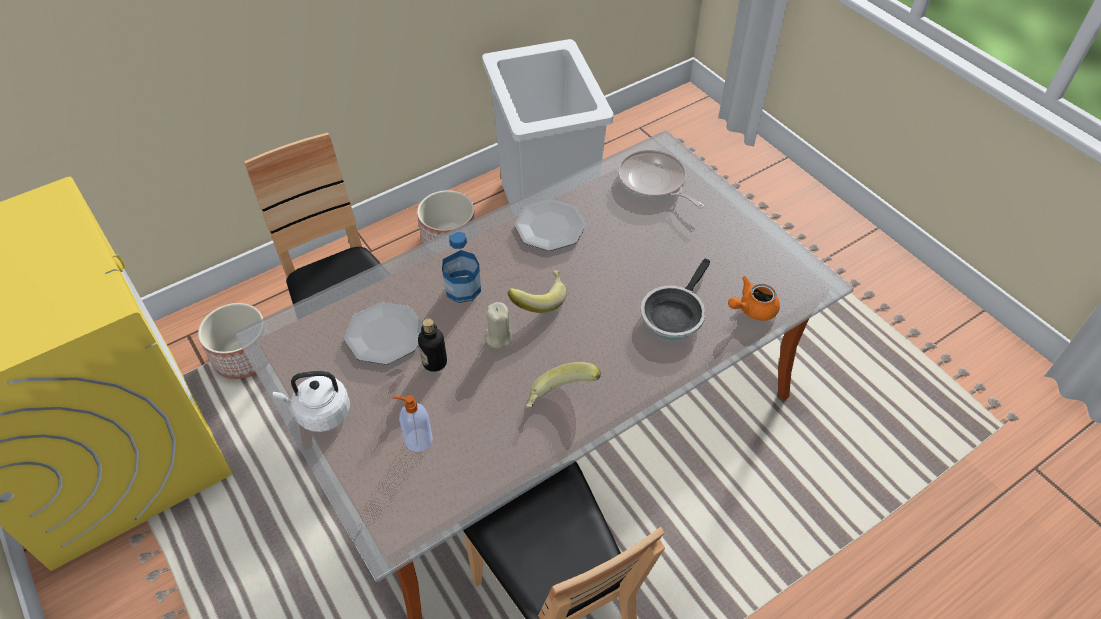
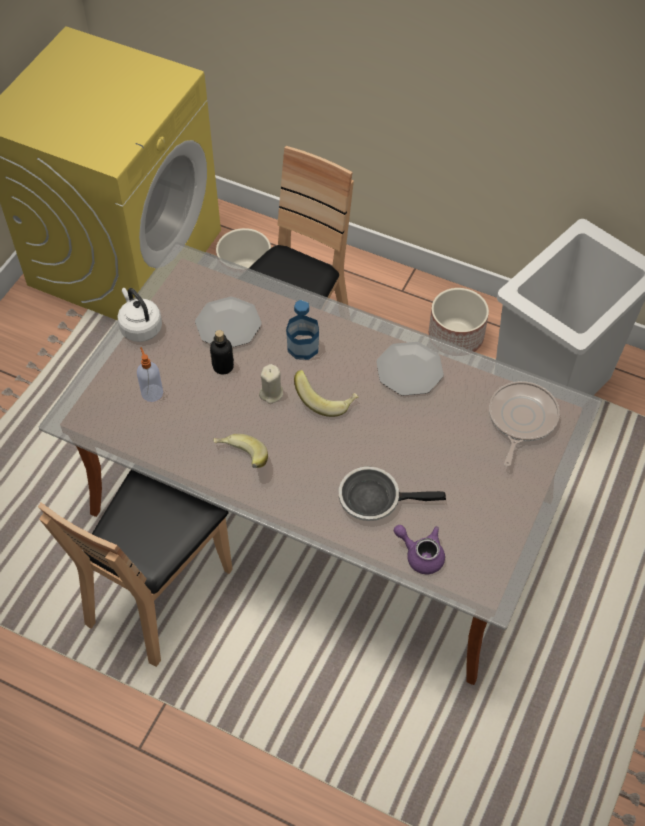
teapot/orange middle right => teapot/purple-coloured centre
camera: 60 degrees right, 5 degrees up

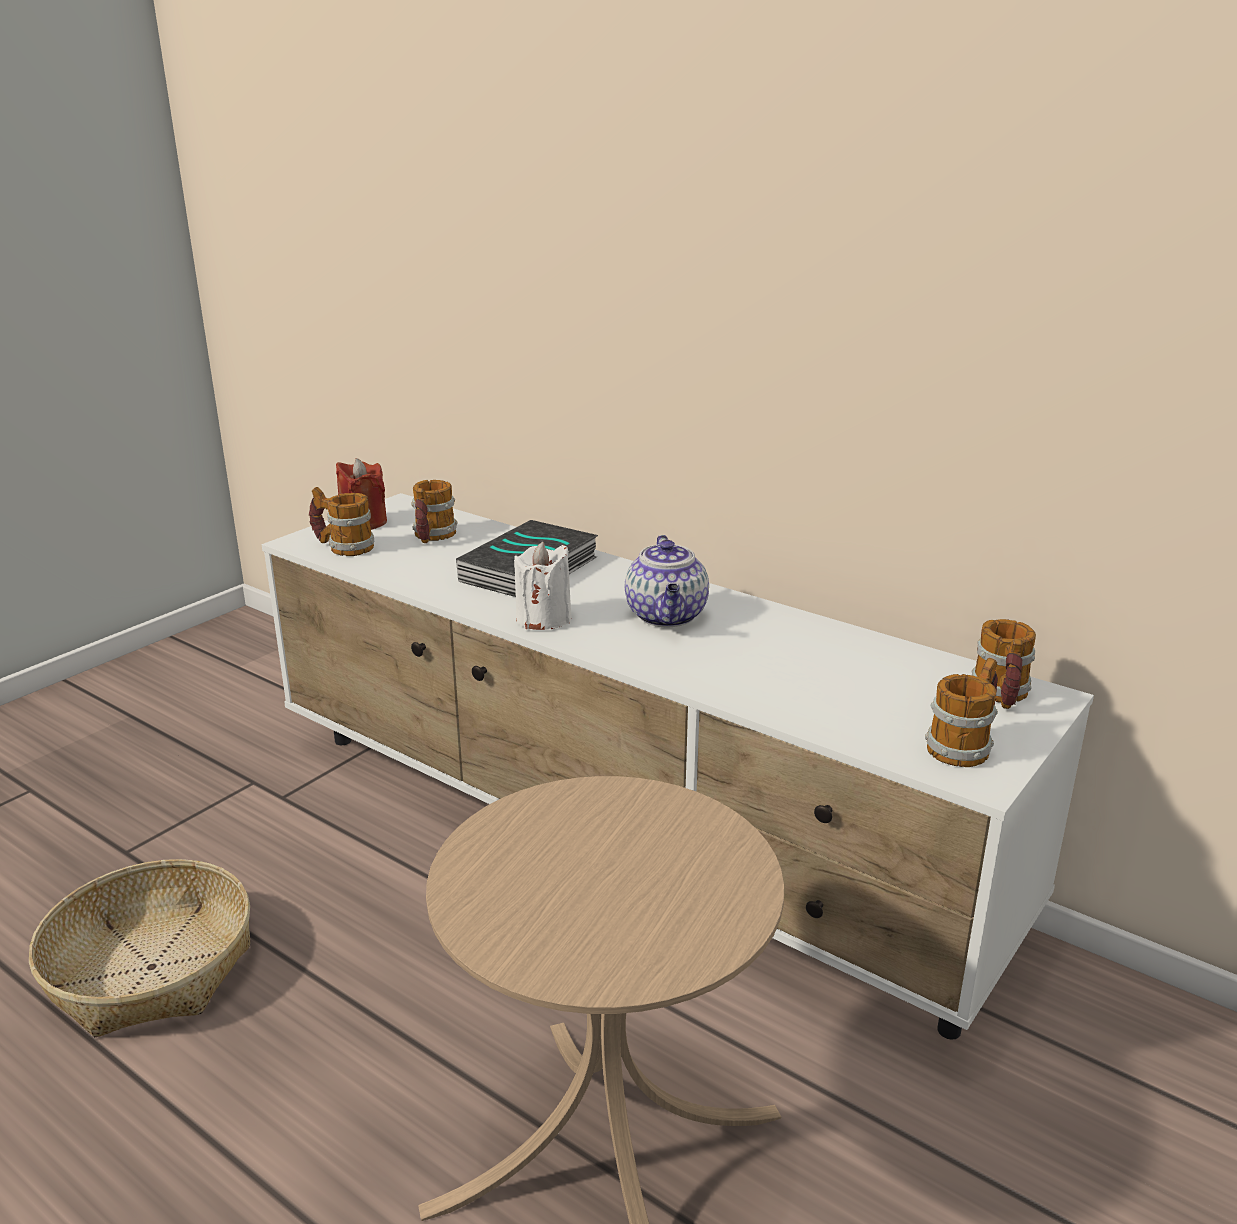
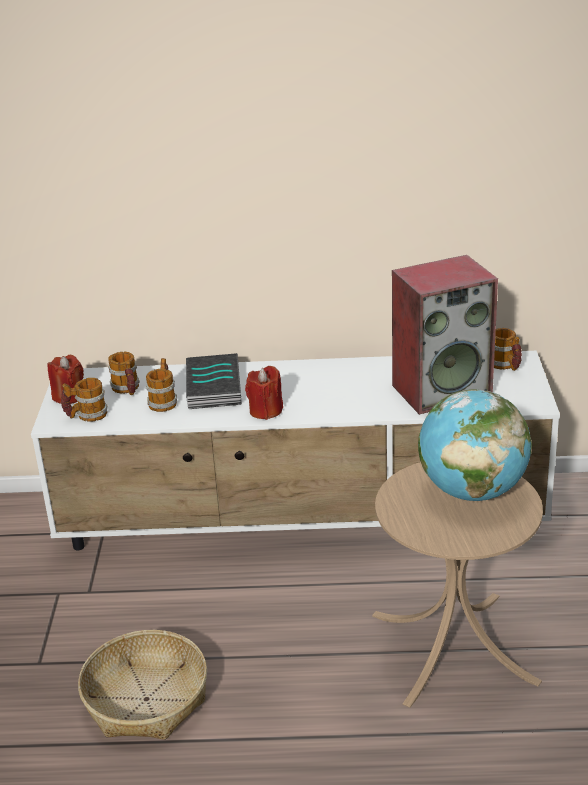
teapot centre => nothing
candle/white centre => candle/red (2nd from left) centre
coffee mug (3rd from left) middle right => coffee mug (3rd from left) middle left, move
nothing => speaker middle right
nothing => globe middle right
camera: 35 degrees left, 5 degrees up

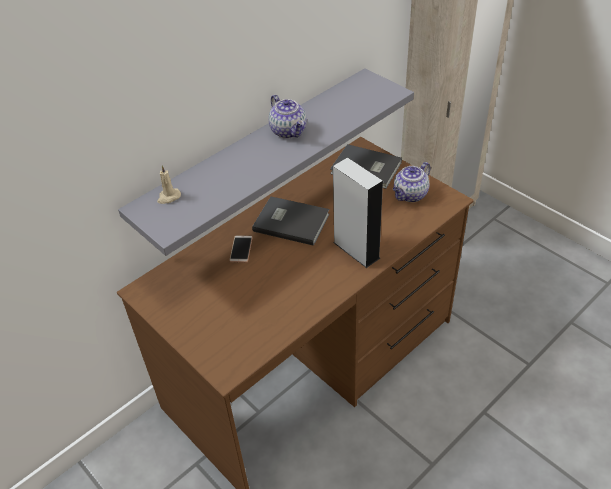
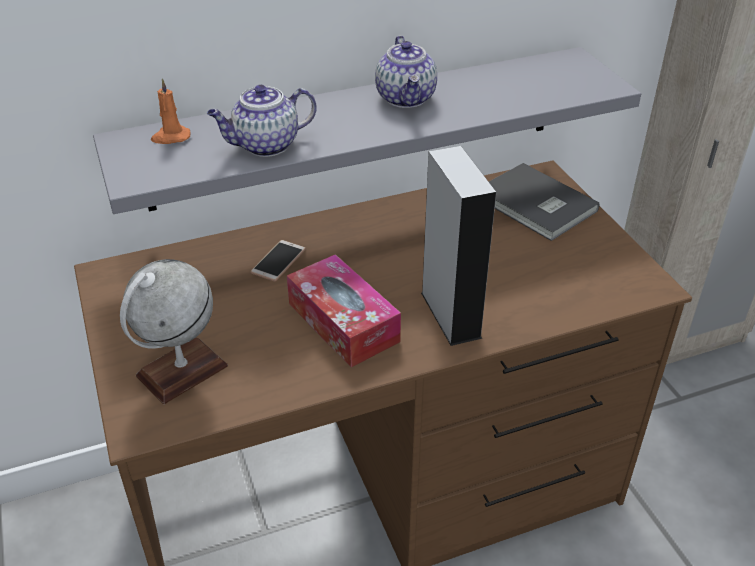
teapot (2nd from left in the first image) middle right => teapot (1st from left) top centre, move
candle/beige middle left => candle/orange top left
volume/gray (1st from left) centre => nothing
nothing => box of tissues centre
nothing => globe middle left
camera: 20 degrees right, 5 degrees down

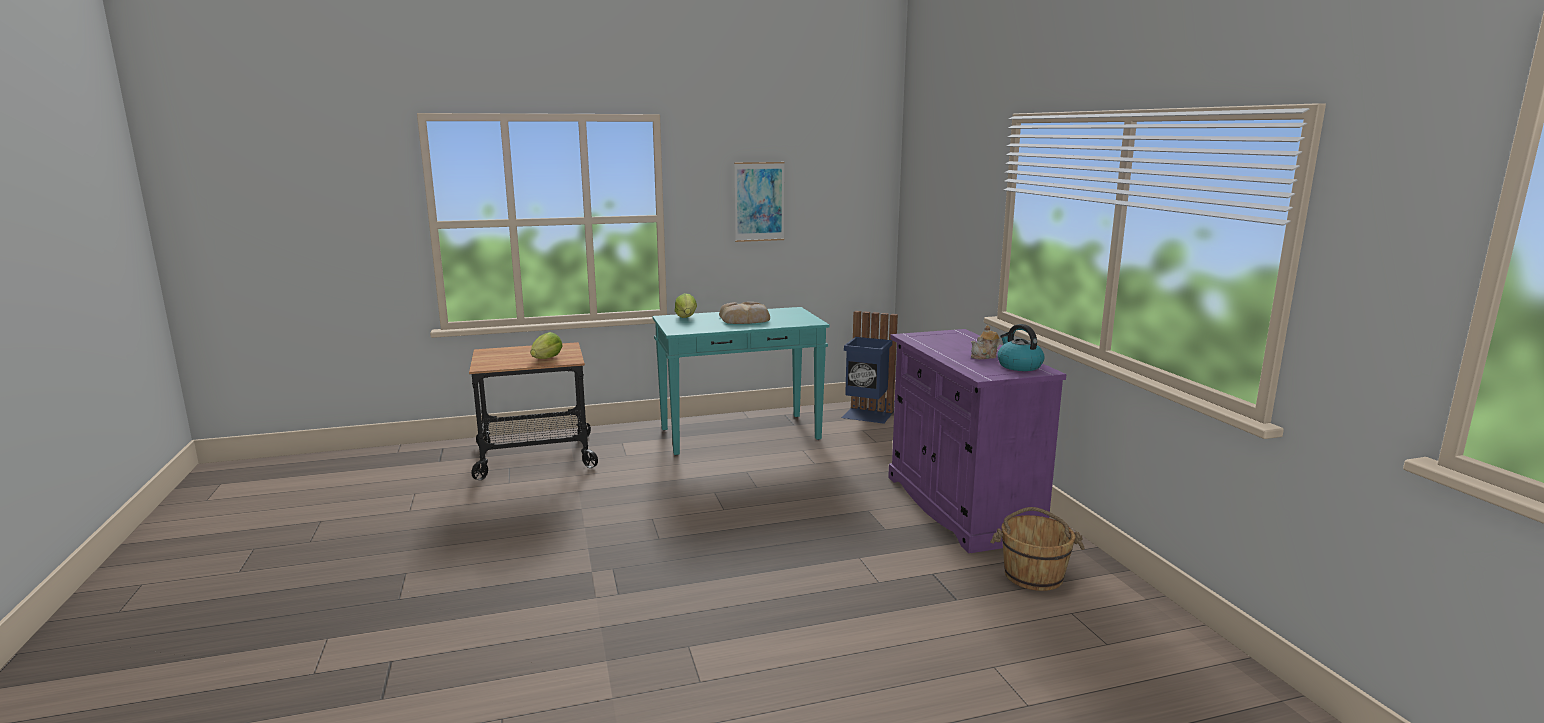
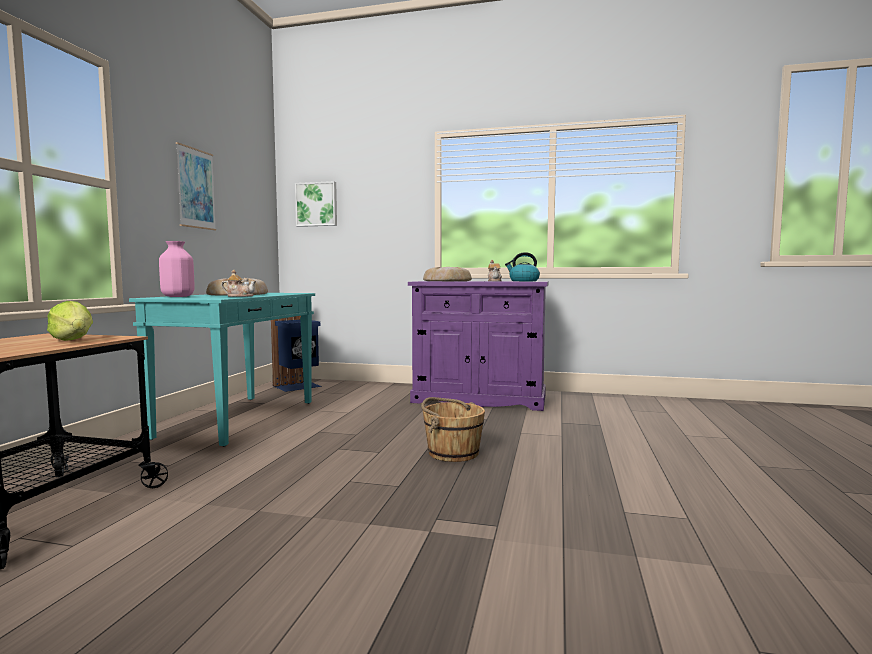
lettuce head (2nd from left) centre => vase/pink middle left
pail/brownish bottom right => pail/brownish centre, move
nothing => picture (2nd from left) top centre
nothing => bakery bread (2nd from left) centre
nothing => teapot (1st from left) middle left
camera: 60 degrees left, 10 degrees down

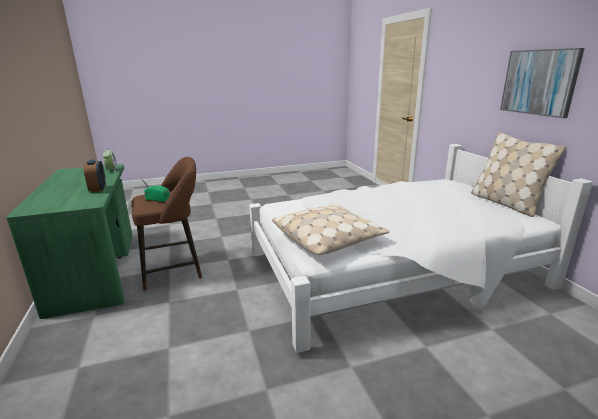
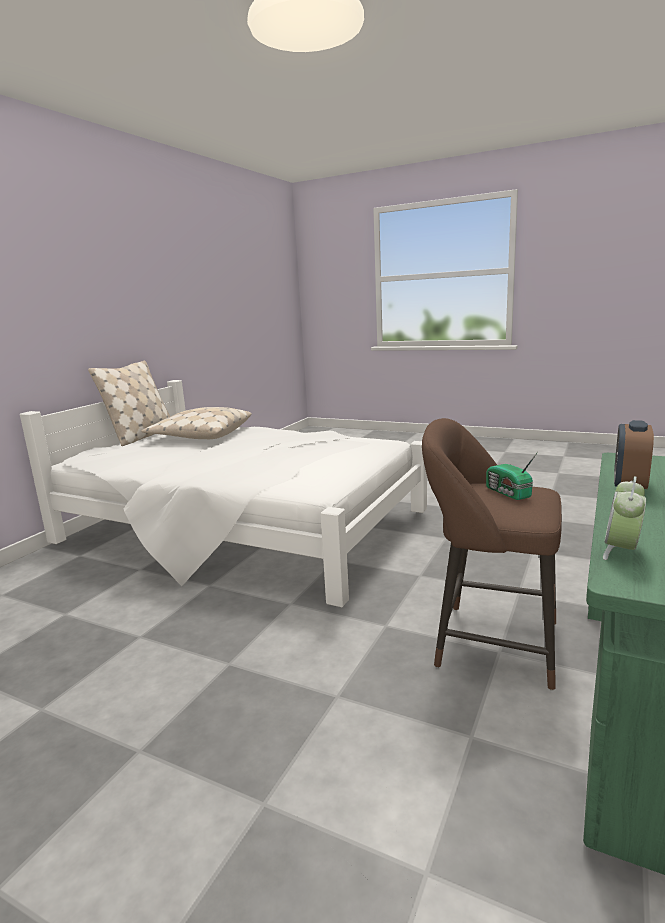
picture top right => nothing
throw pillow/beige (1st from left in the first image) centre => throw pillow/beige (2nd from left) middle left, move
camera: 135 degrees left, 5 degrees down

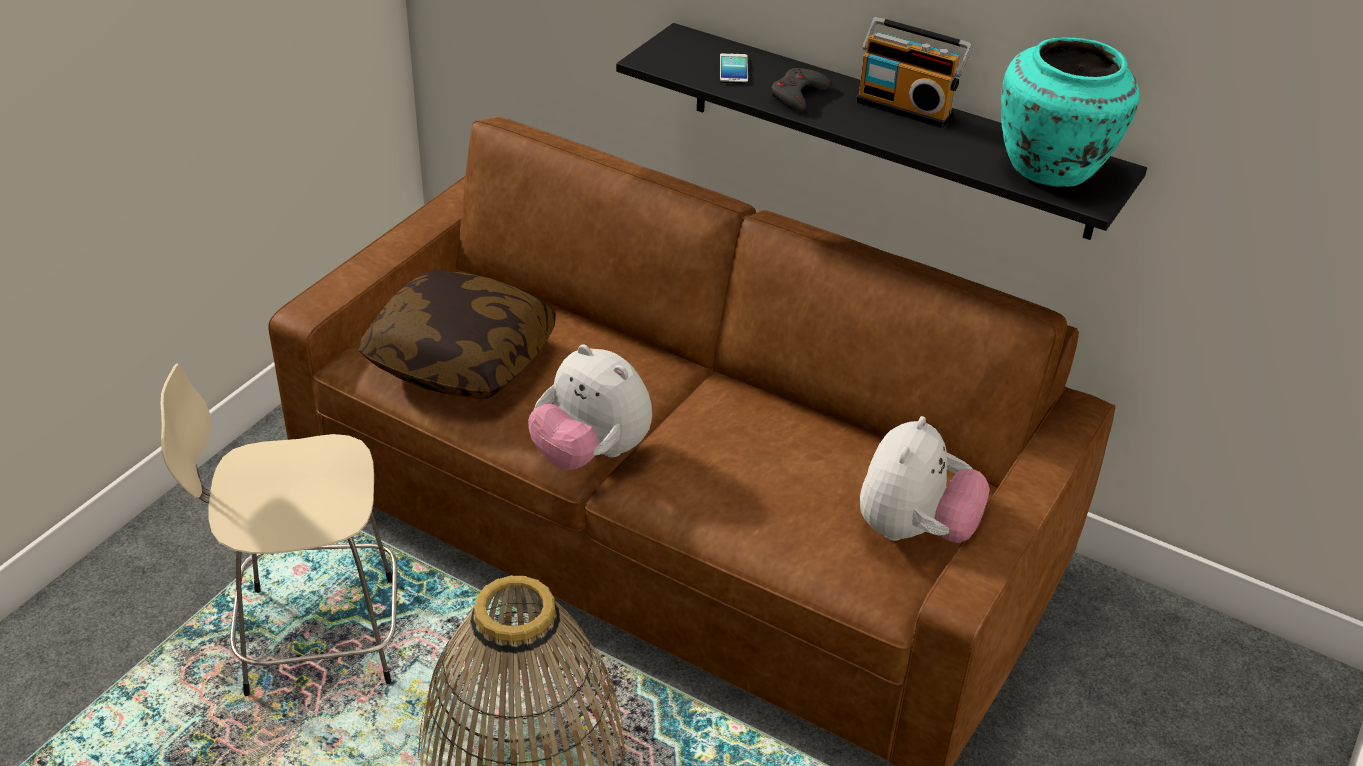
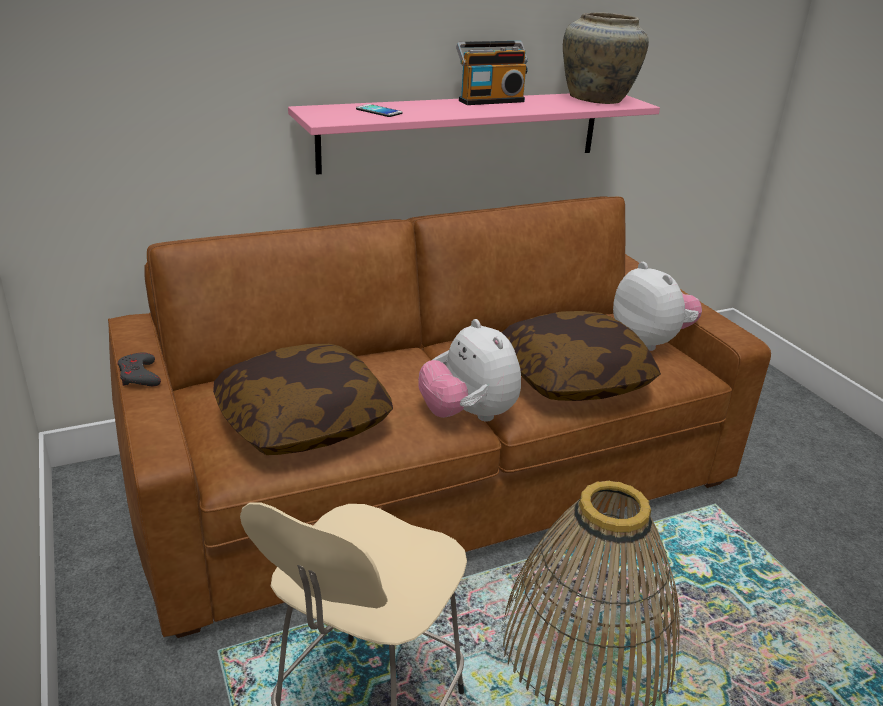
bracket shelf/black top centre => bracket shelf/pink top centre
vase/turquoise top right => vase/beige top right
game controller/gray top centre => game controller/gray middle left, move
soft toy (1st from left) centre, 75 degrees clockwise
nothing => throw pillow (2nd from left) centre
camera: 55 degrees left, 10 degrees down

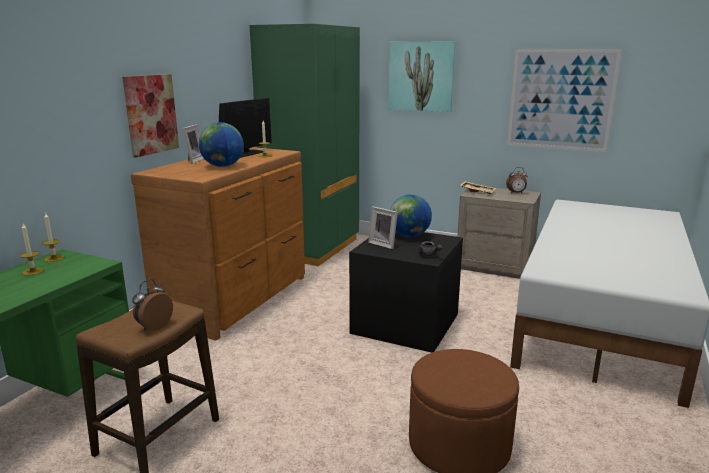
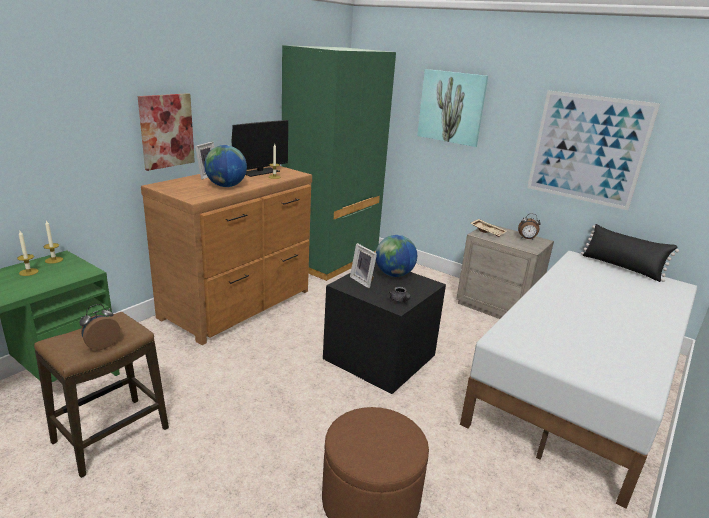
nothing => throw pillow/black middle right
camera: 10 degrees right, 5 degrees up

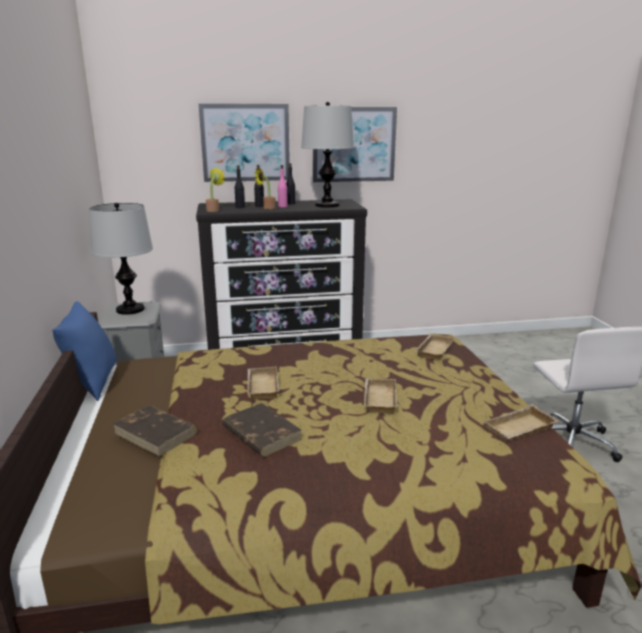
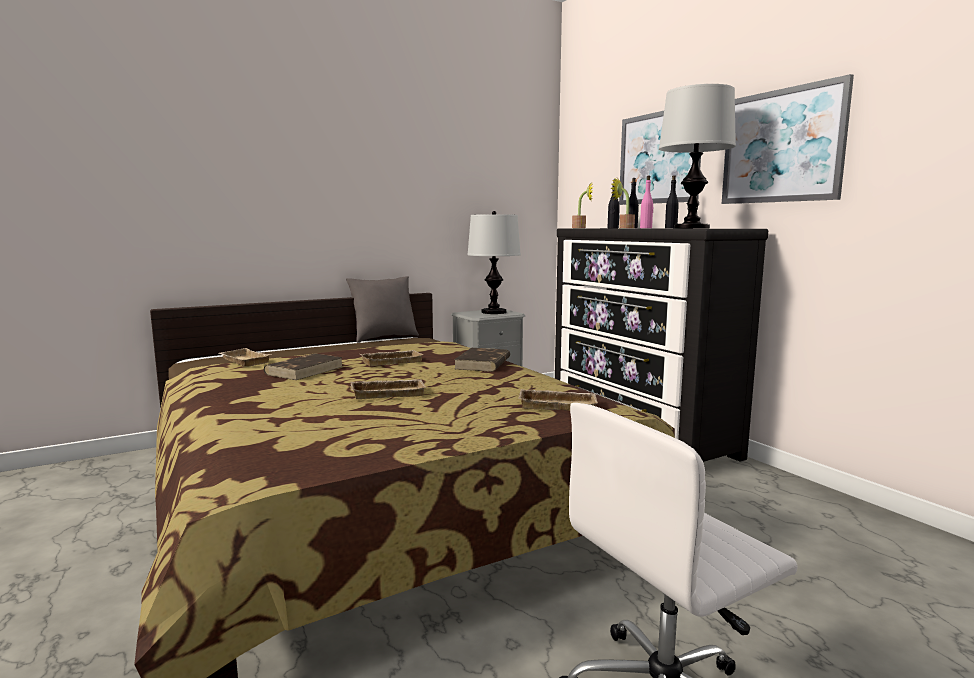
throw pillow/blue middle left => throw pillow/gray centre
carrying tray/beige (4th from left in the first image) bottom right => carrying tray/beige (1st from left) middle left, move
volume/brownish (1st from left in the first image) bottom left => volume/brownish (2nd from left) centre, move
camera: 70 degrees right, 10 degrees down

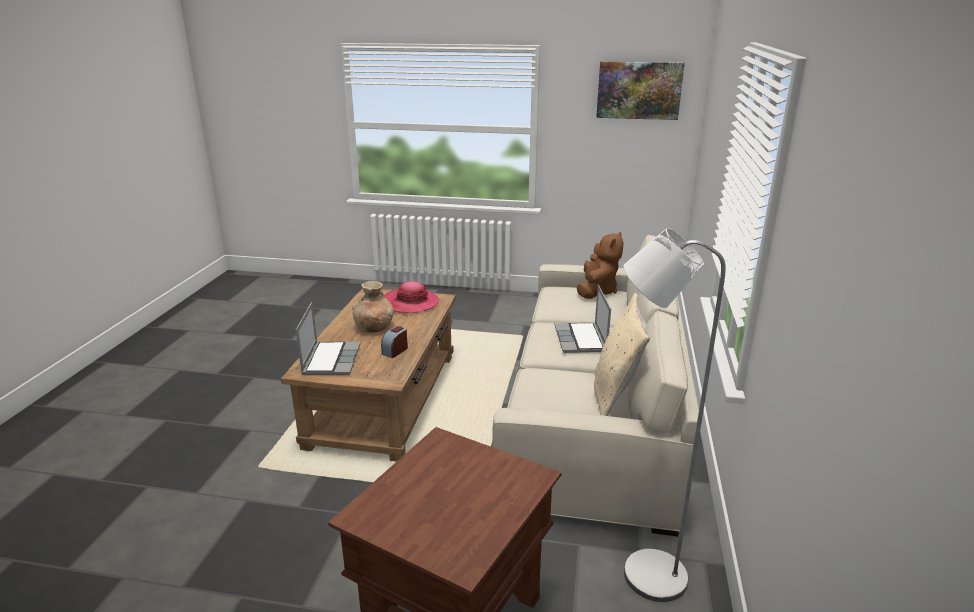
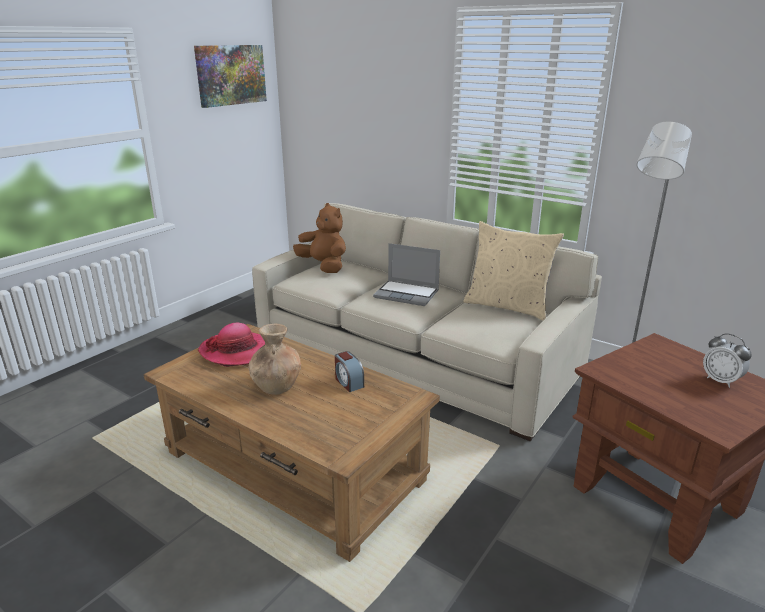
portable computer (1st from left) centre => nothing
nothing => table clock (2nd from left) middle right
camera: 65 degrees left, 0 degrees up

